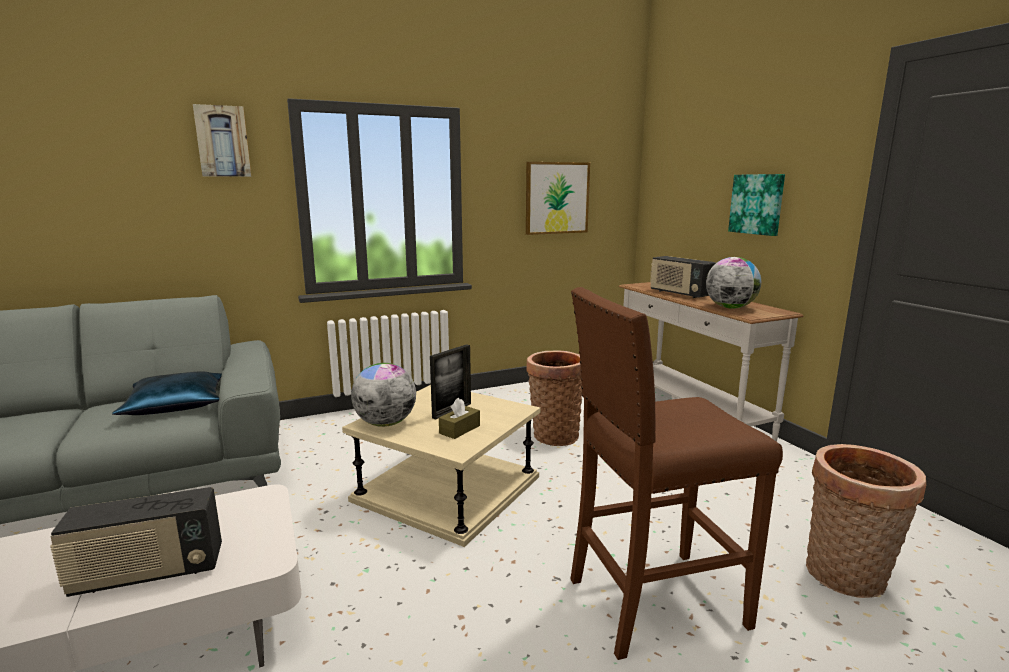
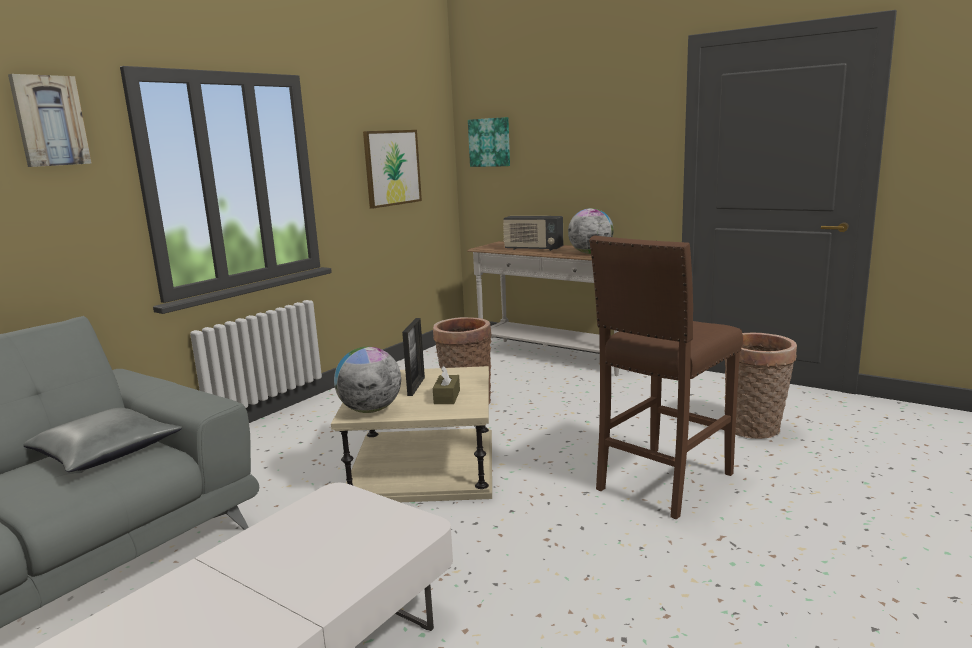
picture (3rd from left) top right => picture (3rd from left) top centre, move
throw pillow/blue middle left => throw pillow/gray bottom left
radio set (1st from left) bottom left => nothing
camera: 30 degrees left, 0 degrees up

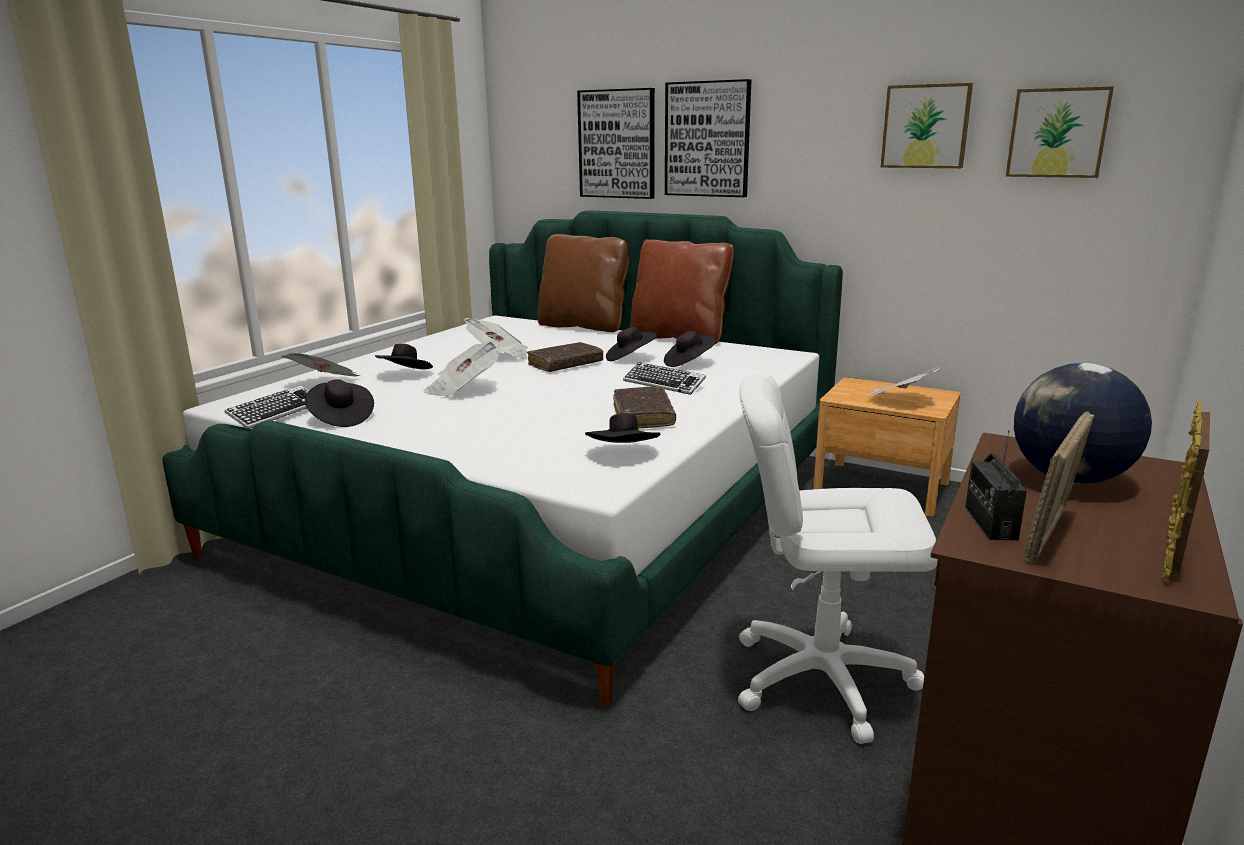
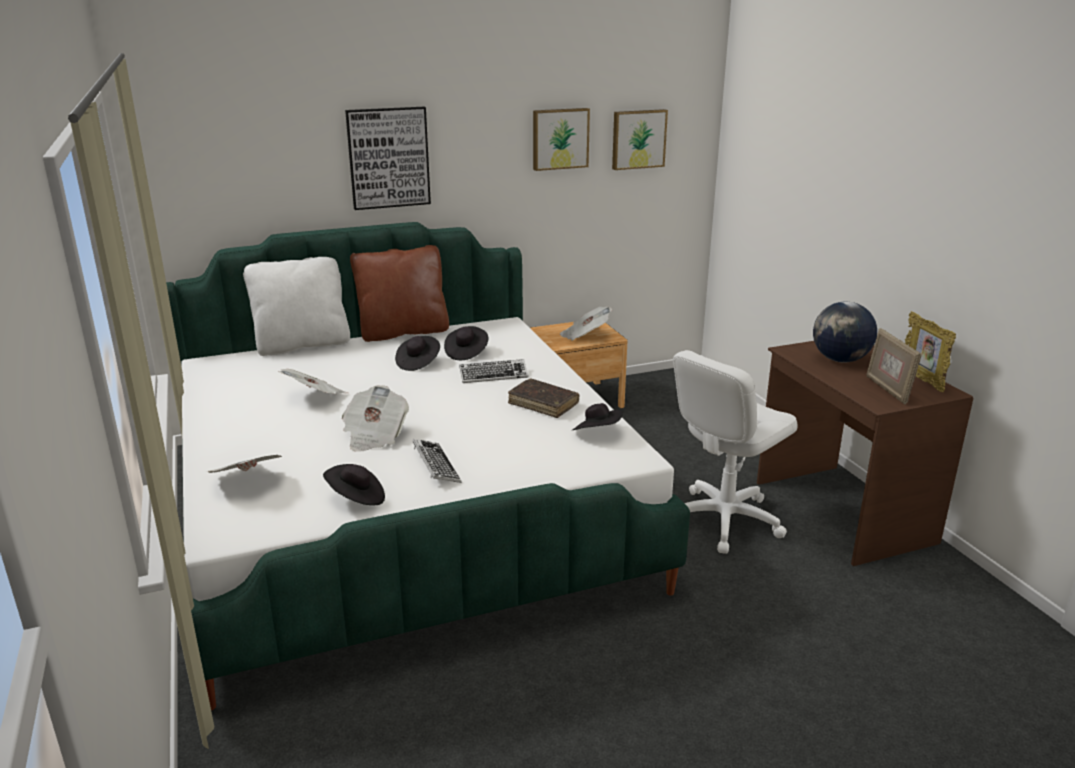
picture (1st from left) top centre => nothing
throw pillow/brownish (1st from left) centre => throw pillow/white middle left
volume/brownish (1st from left) centre => nothing
clothing hat/black (2nd from left) middle left => nothing
computer keyboard (1st from left) middle left => computer keyboard (1st from left) centre, move
radio set middle right => nothing
camera: 50 degrees left, 5 degrees up

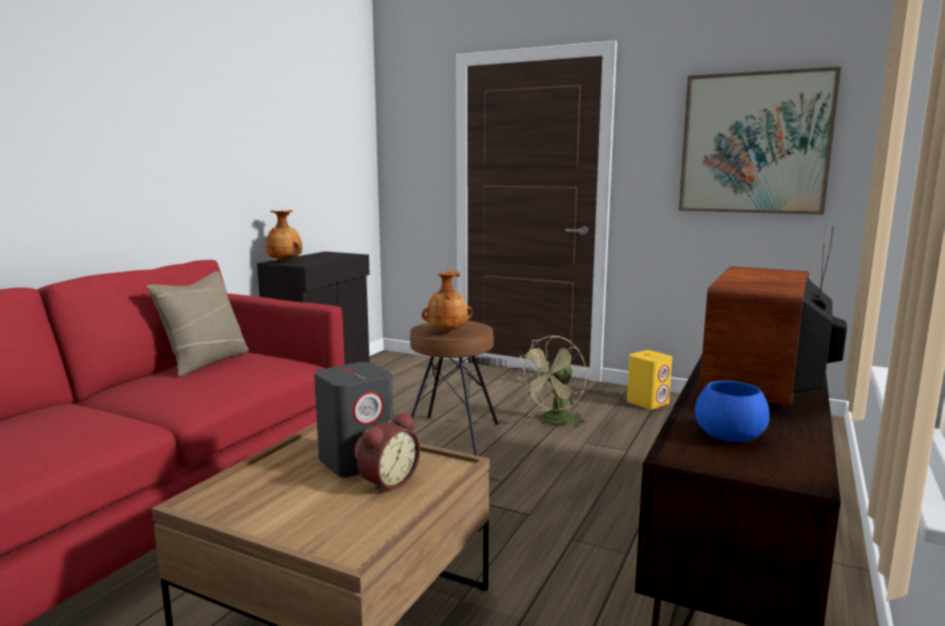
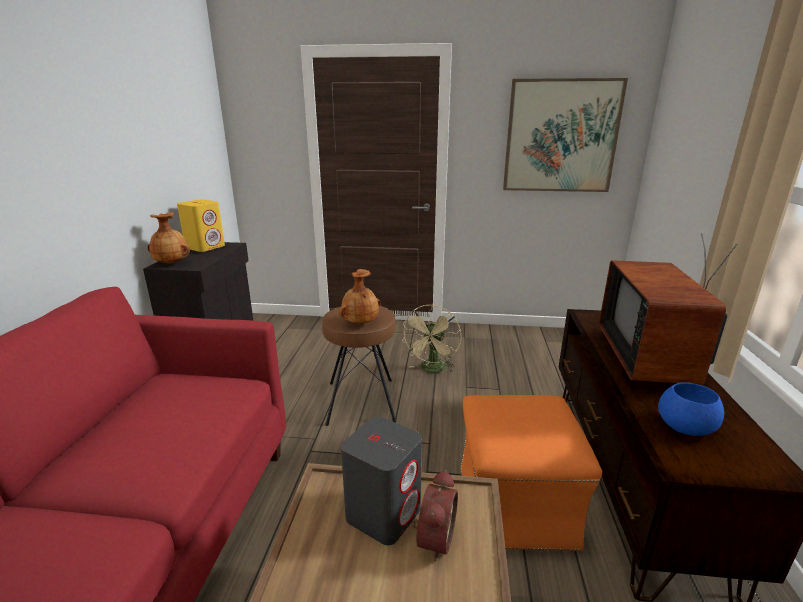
throw pillow/beige middle left => nothing
speaker/yellowish middle right => speaker/yellowish middle left, move
nothing => pouffe/orange bottom centre
camera: 20 degrees left, 10 degrees up

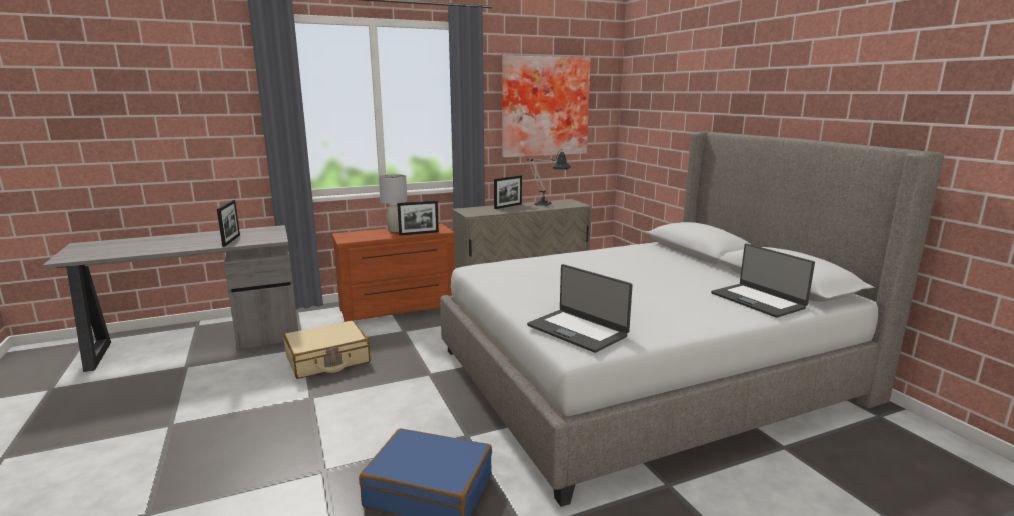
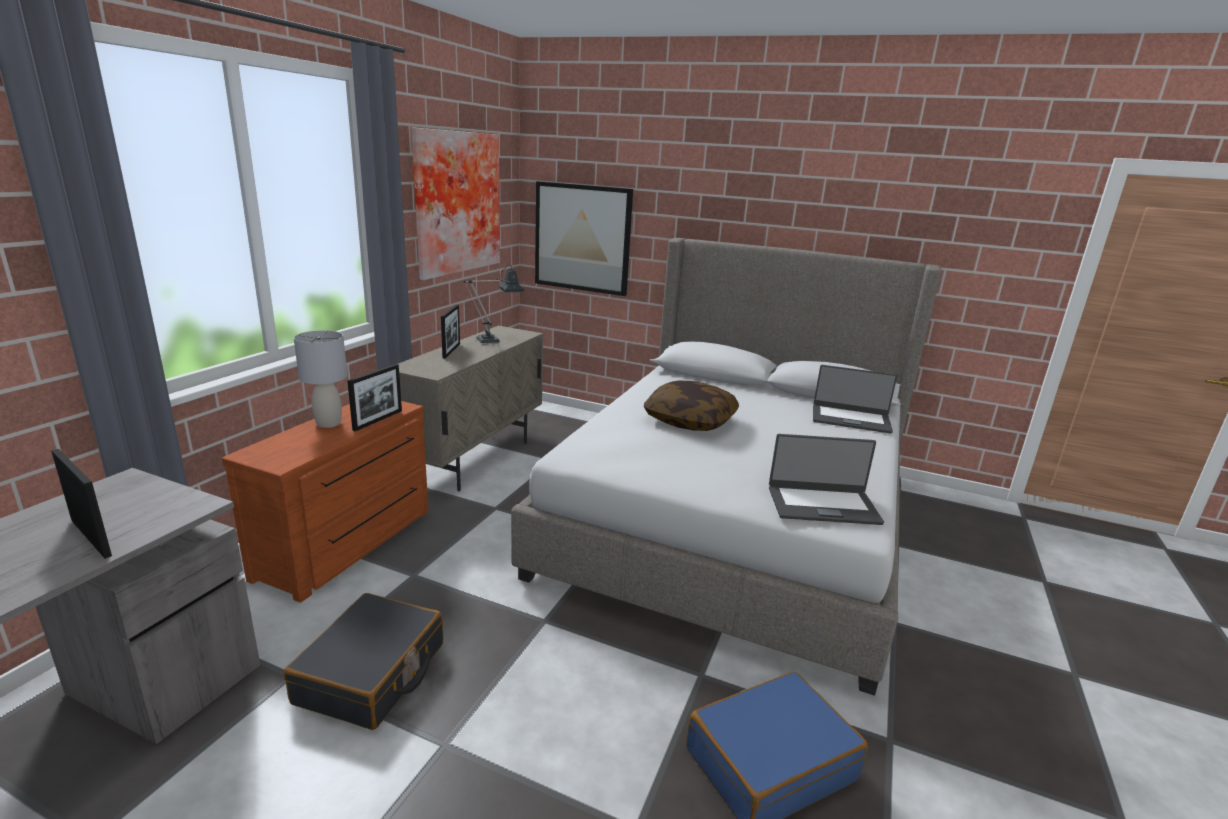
suitcase/beige bottom left => suitcase/black bottom left
nothing => picture (2nd from left) top centre
nothing => throw pillow centre
camera: 45 degrees left, 5 degrees up

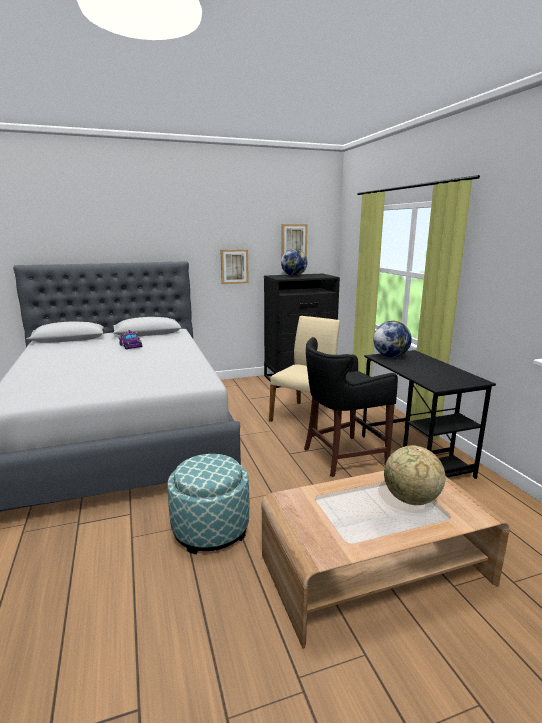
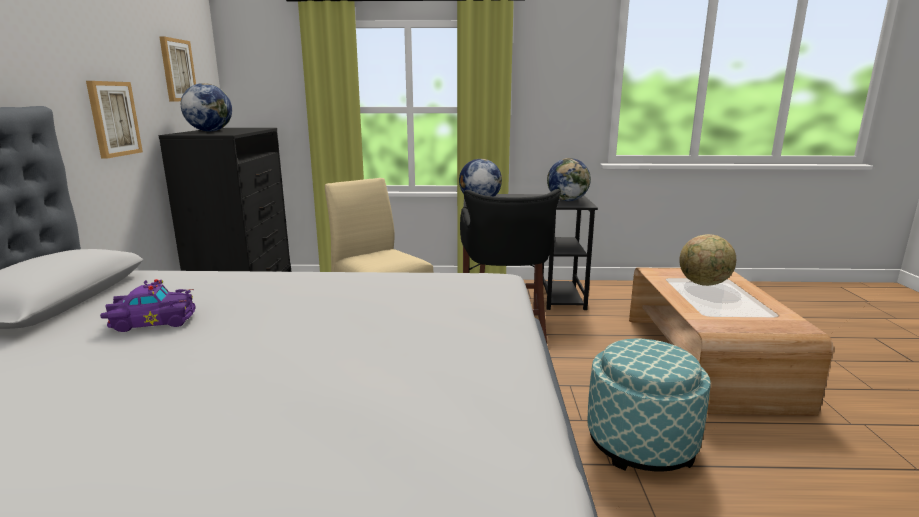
nothing => globe (3rd from left) centre
camera: 70 degrees left, 0 degrees up

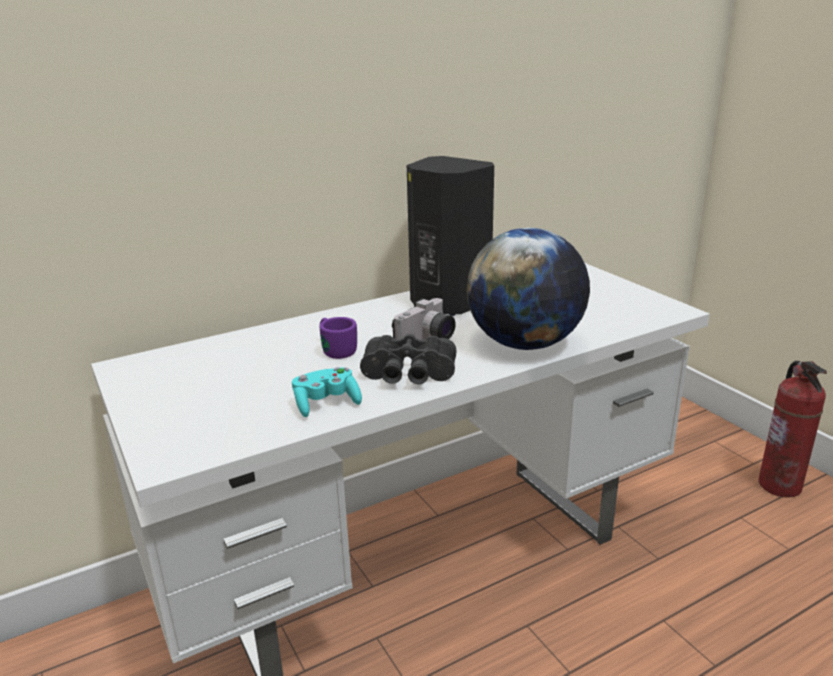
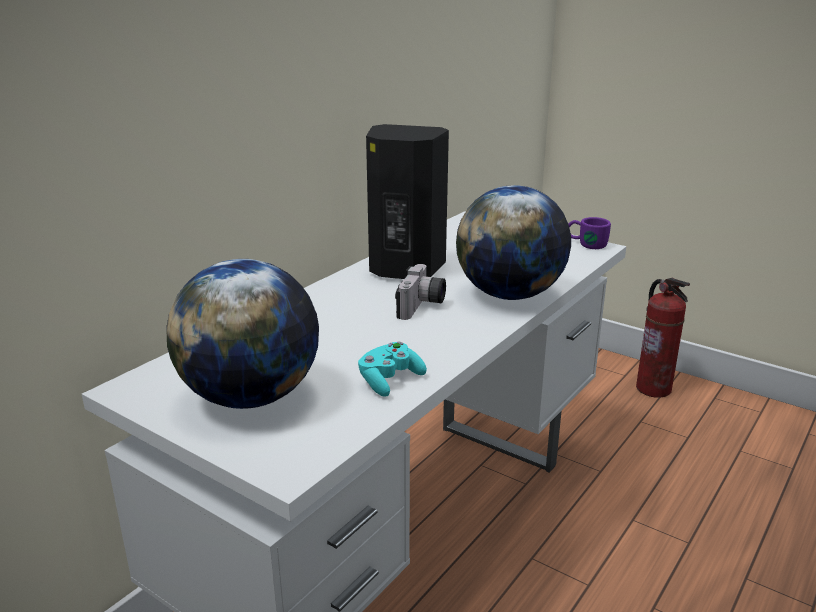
coffee mug/purple-coloured centre => coffee mug/purple-coloured middle right, move
binoculars/black centre => nothing
nothing => globe (1st from left) middle left
camera: 25 degrees left, 0 degrees up

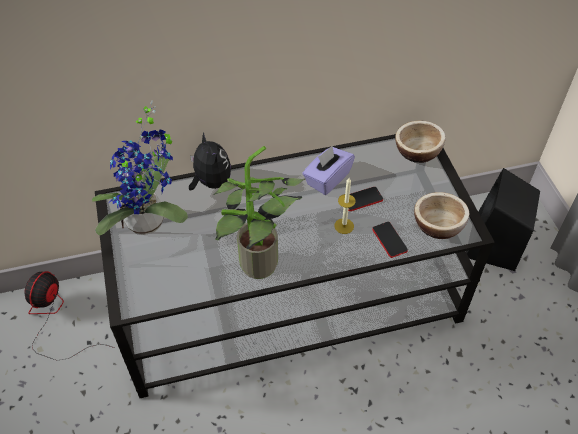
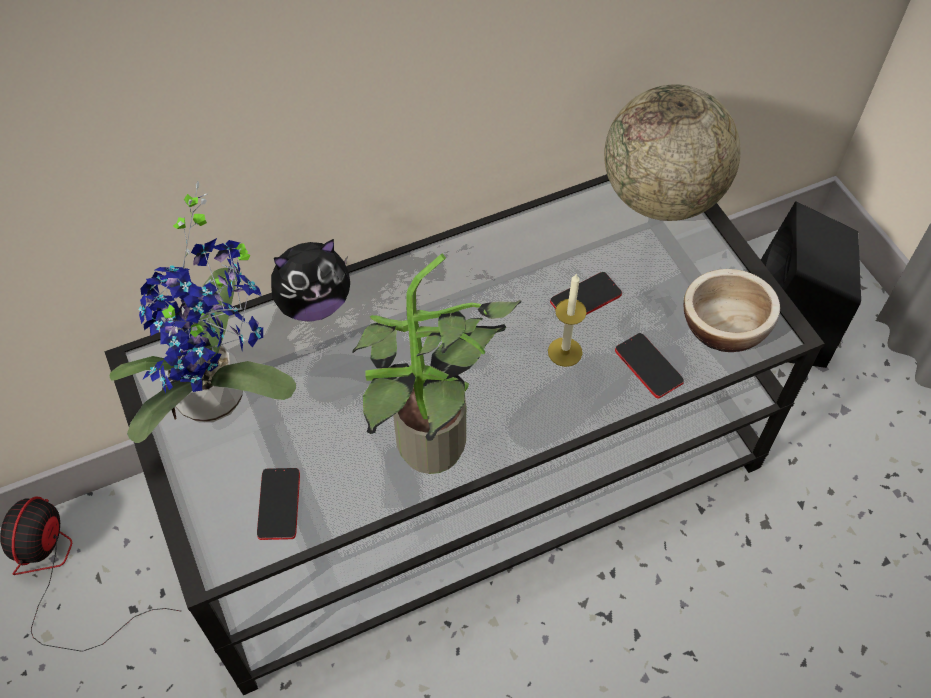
serving bowl (1st from left) top right => globe top right
soft toy centre => soft toy middle left, 105 degrees clockwise
box of tissues/purple-coloured centre => nothing
nothing => telephone (1st from left) bottom left
camera: 10 degrees left, 5 degrees up

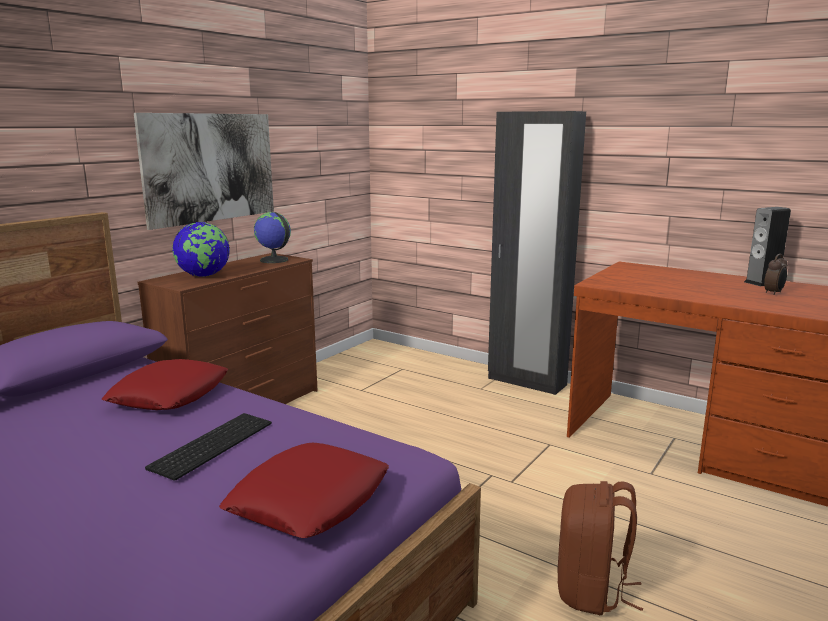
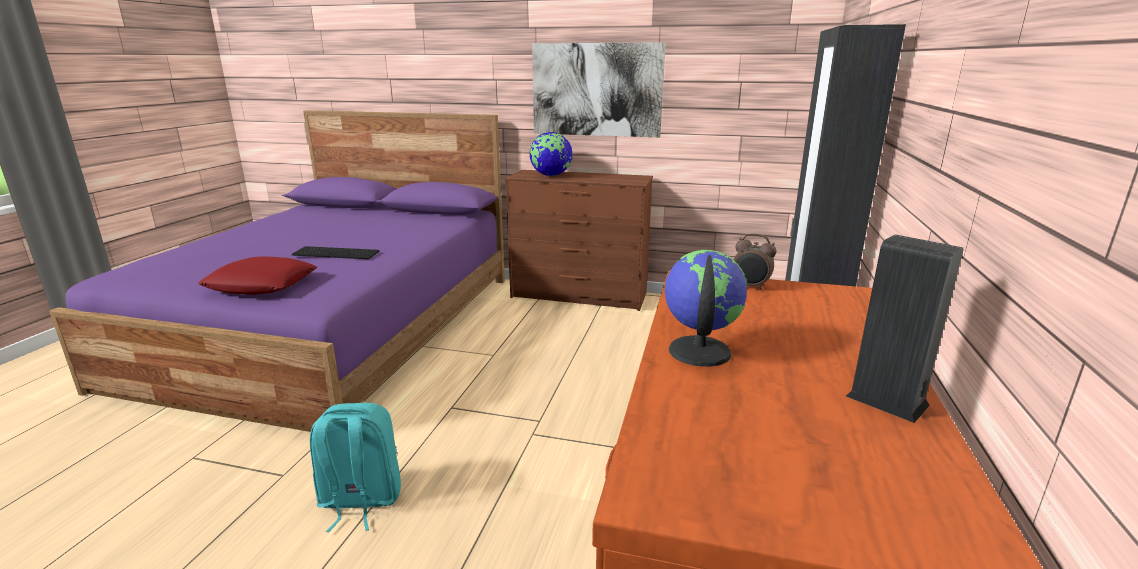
globe (2nd from left) middle left => globe (2nd from left) centre, move
table clock middle right => table clock centre, move
throw pillow/red (1st from left) middle left => nothing
backpack/brownish bottom right => backpack/turquoise bottom left
camera: 70 degrees right, 5 degrees up

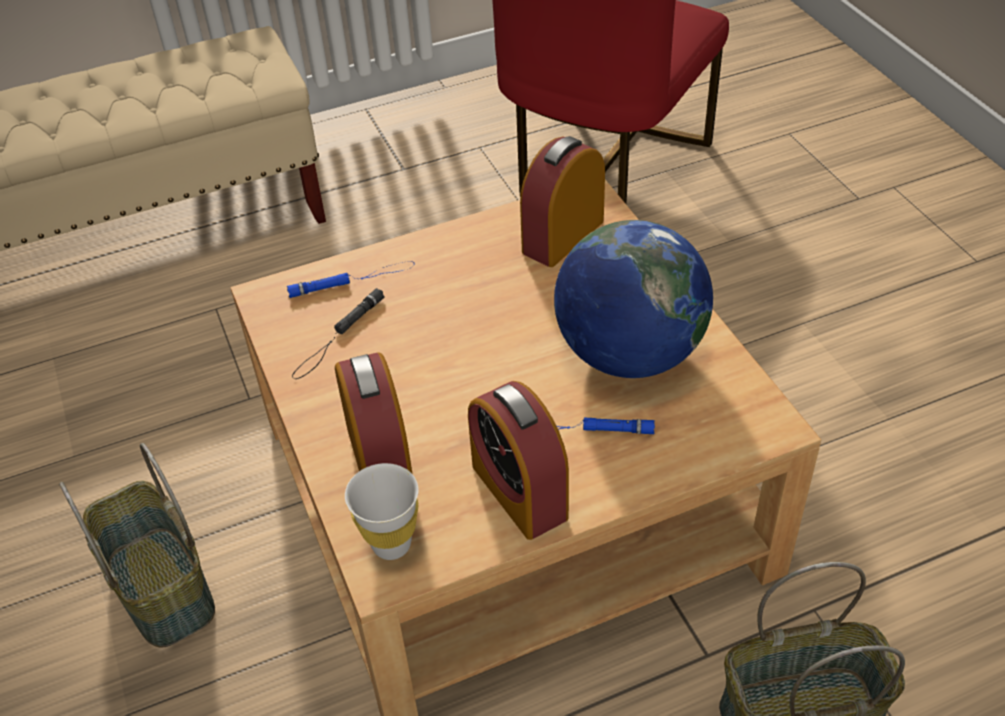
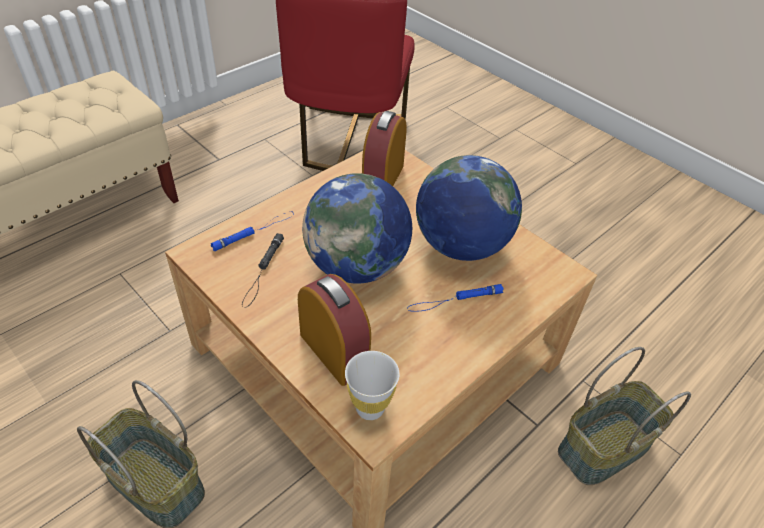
table clock (2nd from left) centre => nothing
nothing => globe (1st from left) centre
camera: 25 degrees left, 0 degrees up

